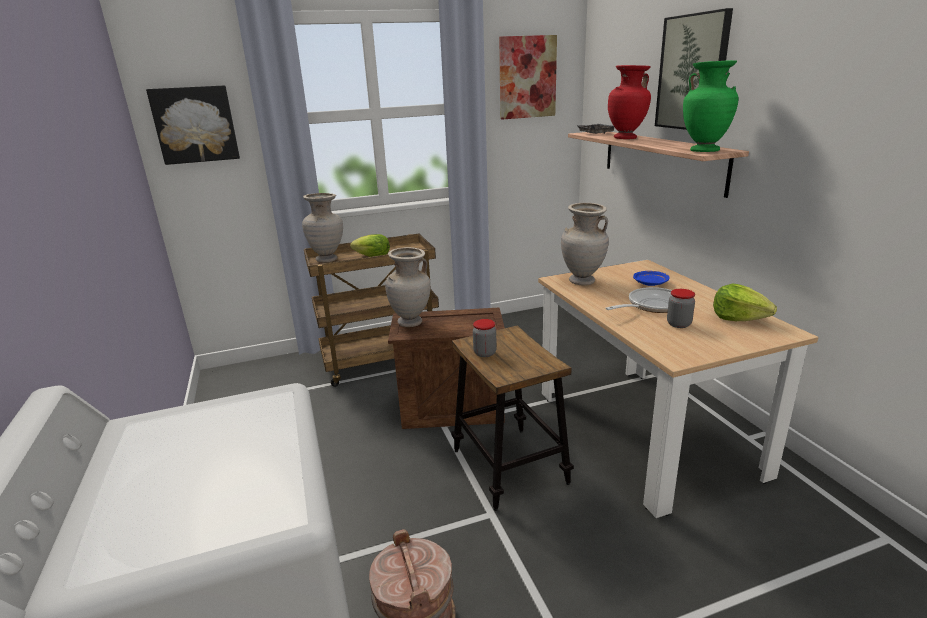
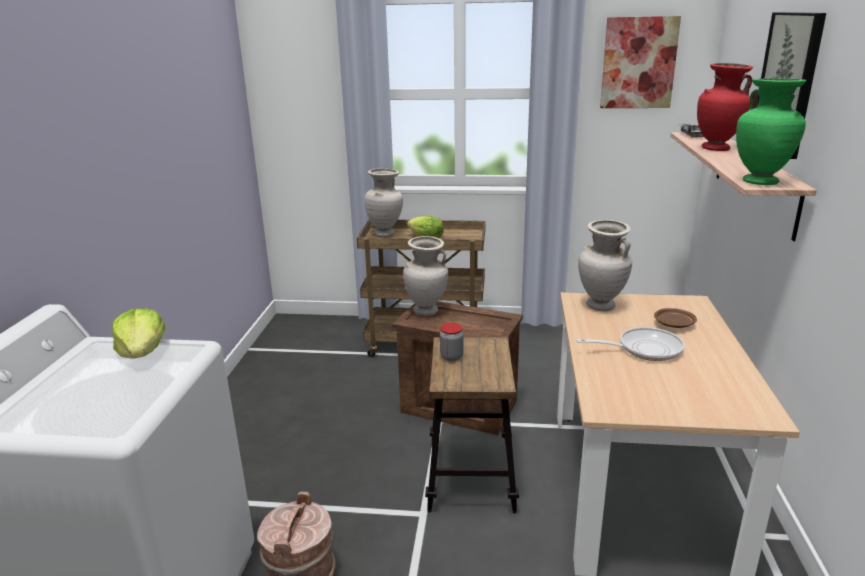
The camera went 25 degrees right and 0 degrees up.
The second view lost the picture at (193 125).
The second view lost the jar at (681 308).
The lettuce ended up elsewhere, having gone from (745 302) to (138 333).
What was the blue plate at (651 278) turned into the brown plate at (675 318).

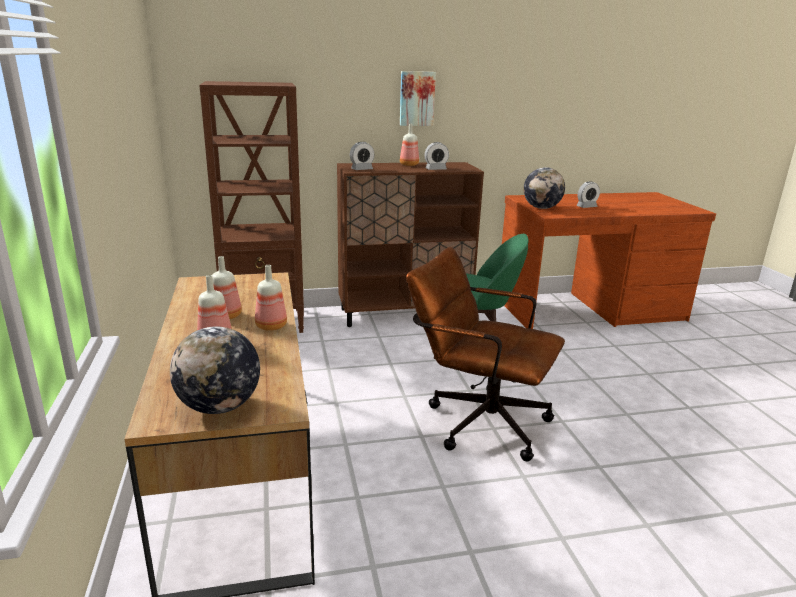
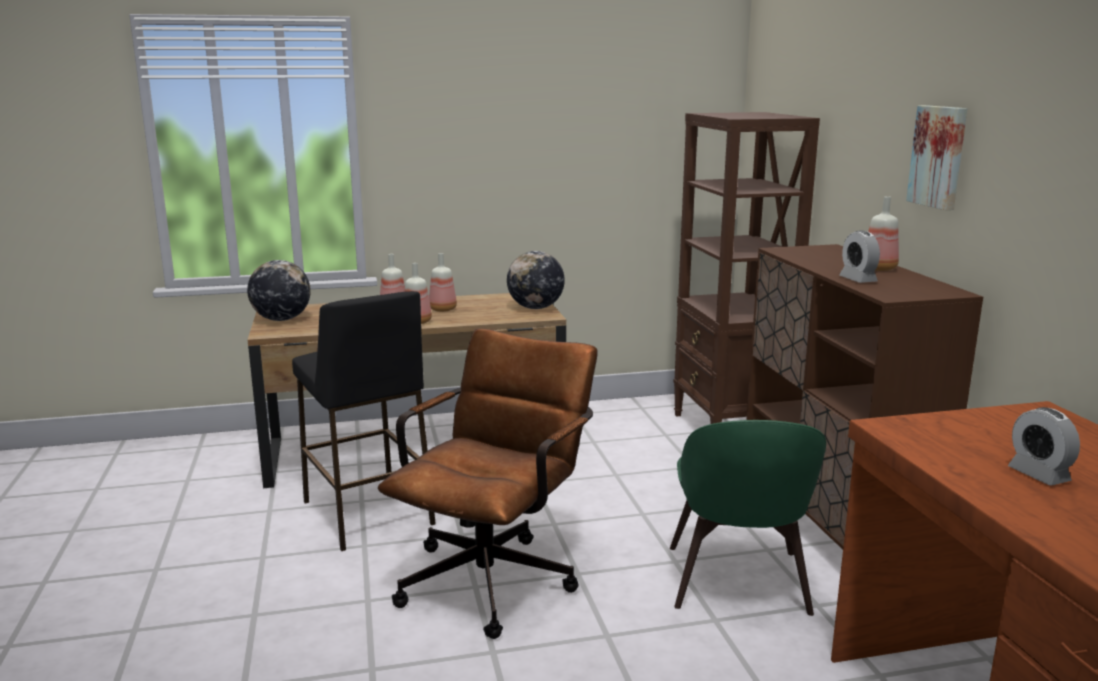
The camera went 90 degrees right and 5 degrees down.
The second view lost the alarm clock at (362 156).
The second view gained the black stool at (364 421).
The globe ended up elsewhere, having gone from (544 188) to (536 280).

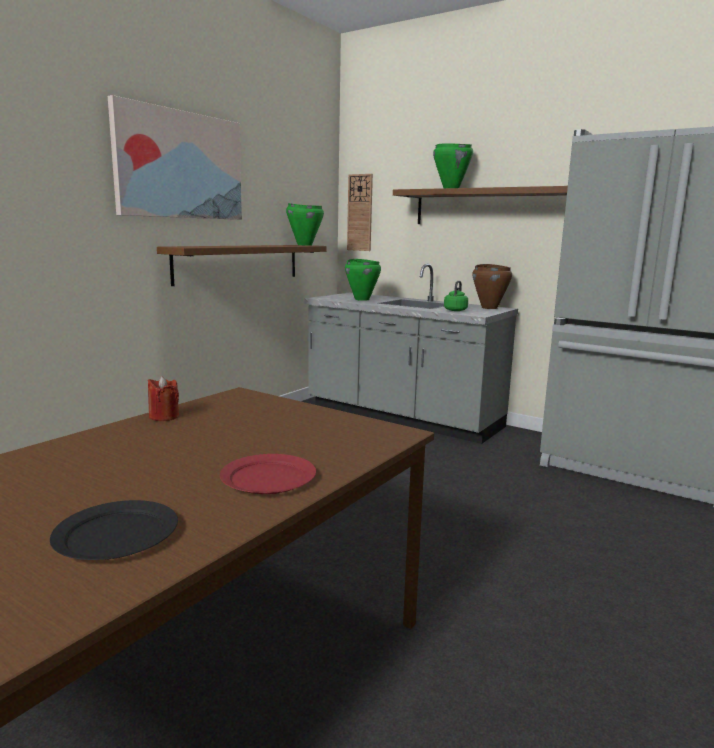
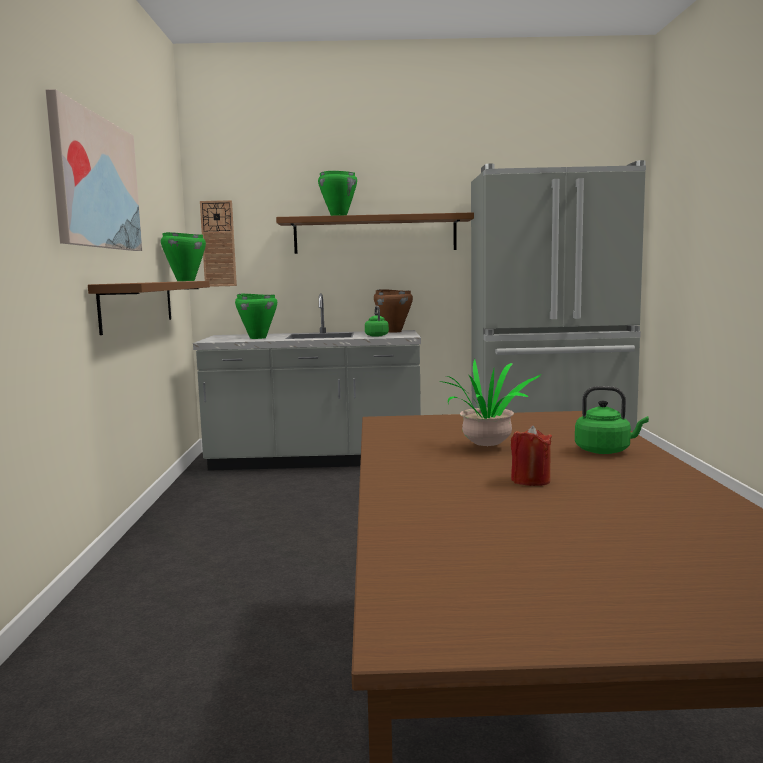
The camera went 35 degrees left and 5 degrees down.
The second view lost the black plate at (114 530).
The second view gained the potted plant at (490 402).
The red candle ended up elsewhere, having gone from (163 398) to (531 455).
Where the red plate stood at (268 474), the green kettle came to stand at (612 420).

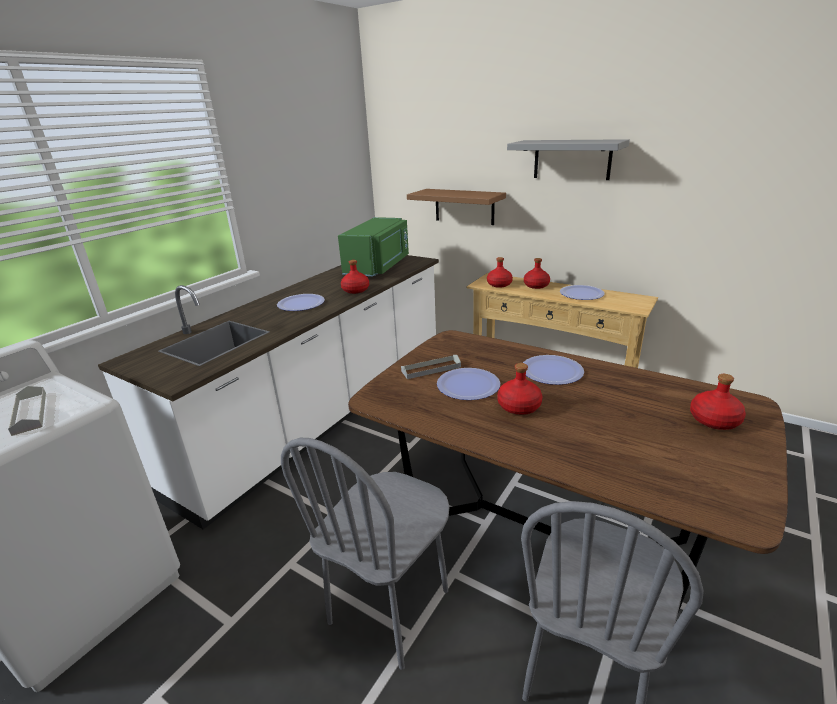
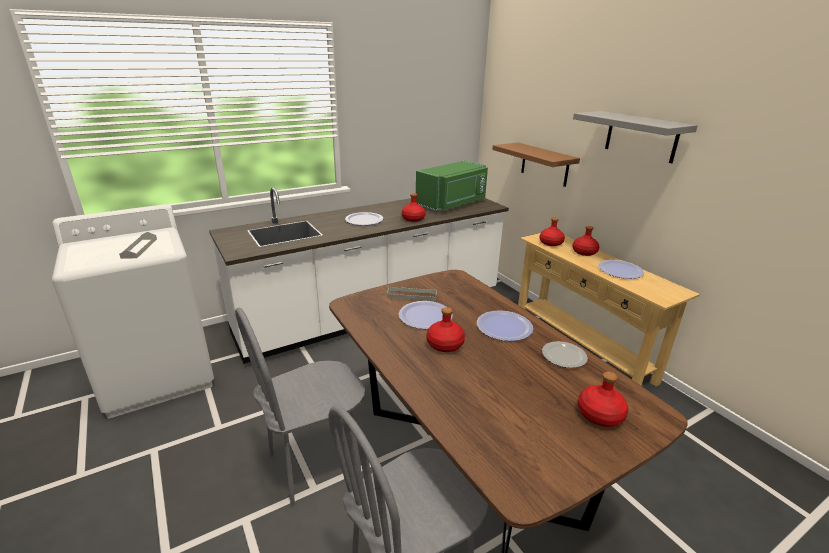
The camera went 25 degrees right and 0 degrees up.
The second view gained the plate at (565 354).

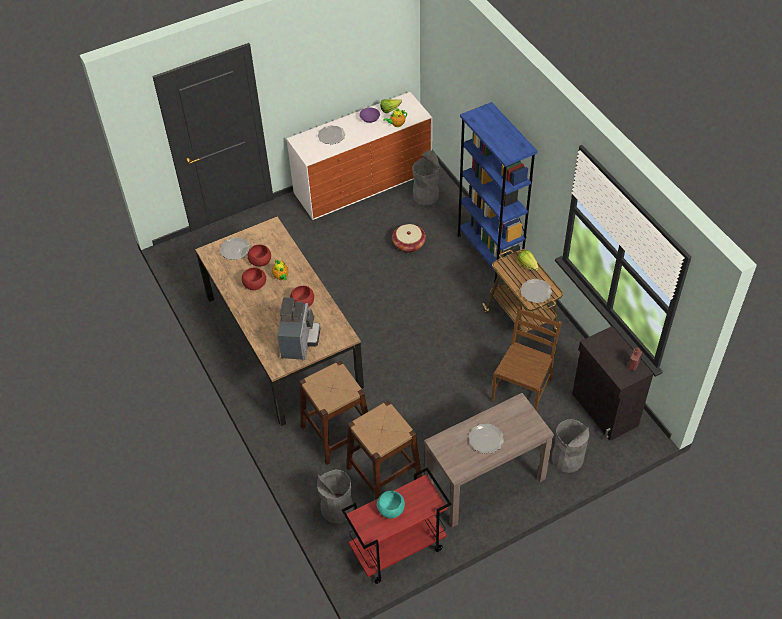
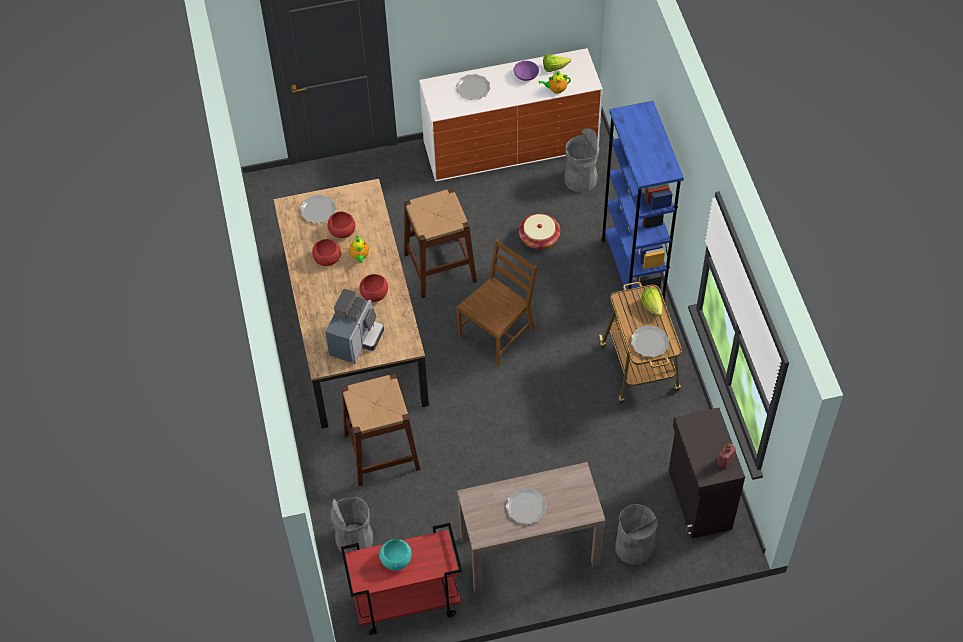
The camera went 15 degrees right and 5 degrees up.
The brown stool ended up elsewhere, having gone from (384 450) to (440 243).
The brown chair ended up elsewhere, having gone from (526 359) to (497 303).

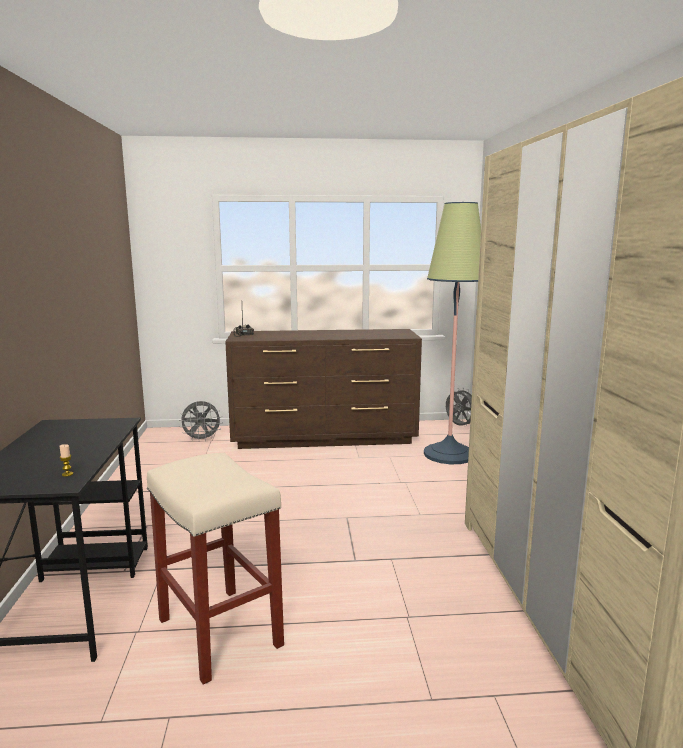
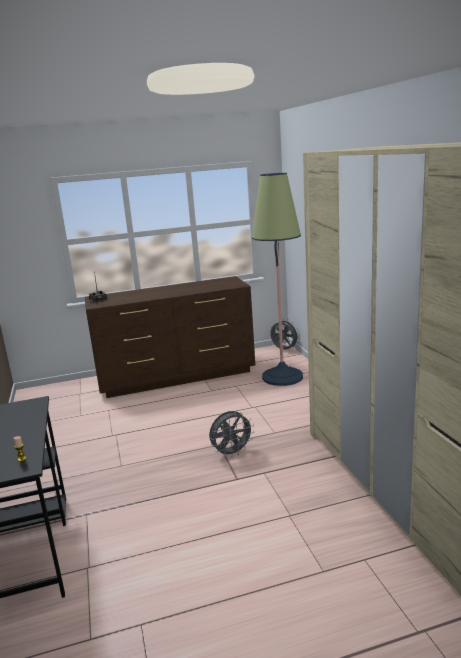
The camera went 10 degrees left and 5 degrees up.
The second view lost the beige stool at (215 569).
The grey fan ended up elsewhere, having gone from (201 421) to (231 434).

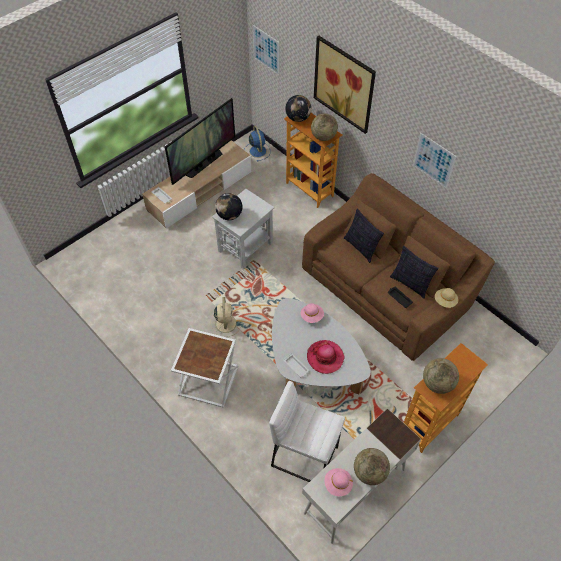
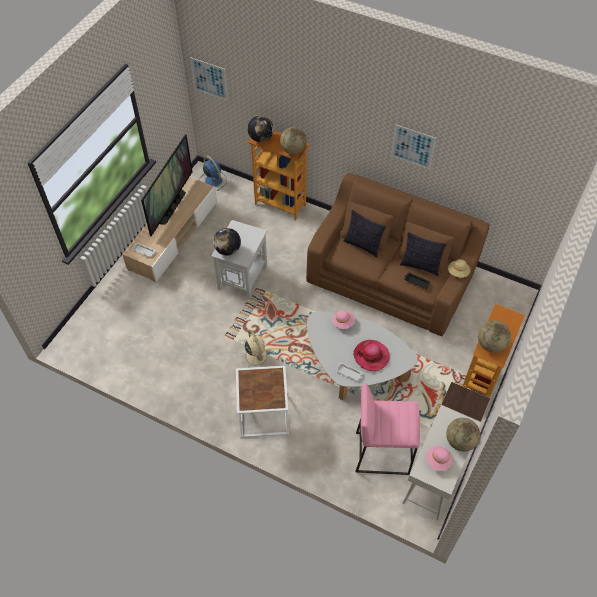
The camera went 20 degrees left and 0 degrees up.
The second view lost the picture at (345 85).
What was the white stool at (307 431) turned into the pink stool at (388 429).

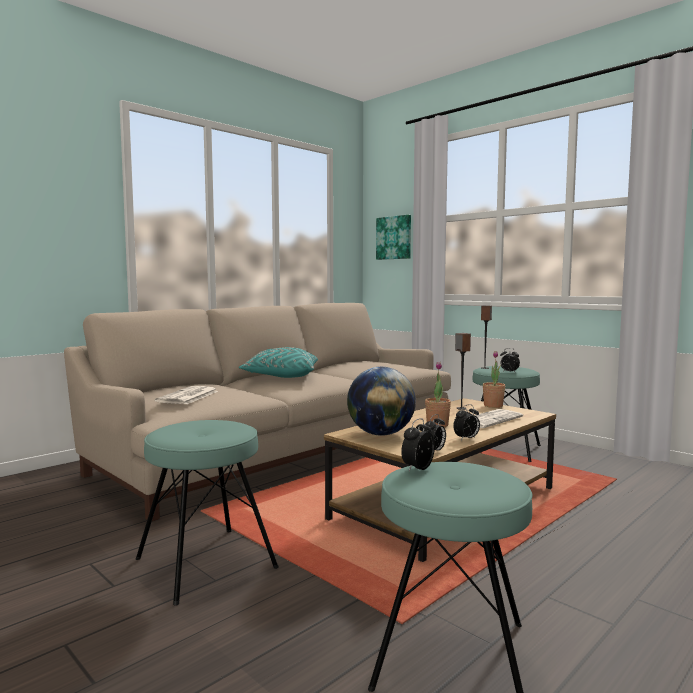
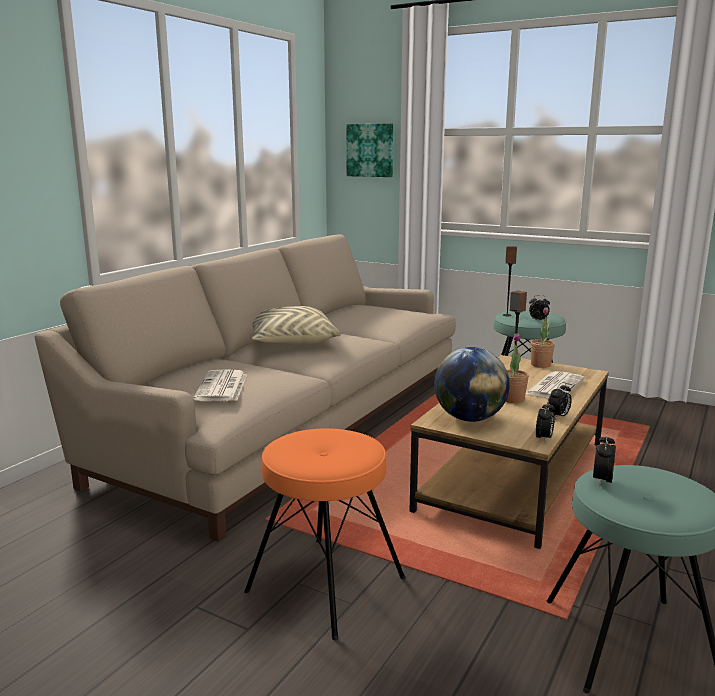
The camera went 15 degrees left and 10 degrees up.
What was the turquoise stool at (207 513) turned into the orange stool at (324 534).
What was the turquoise pillow at (278 362) turned into the beige pillow at (296 325).

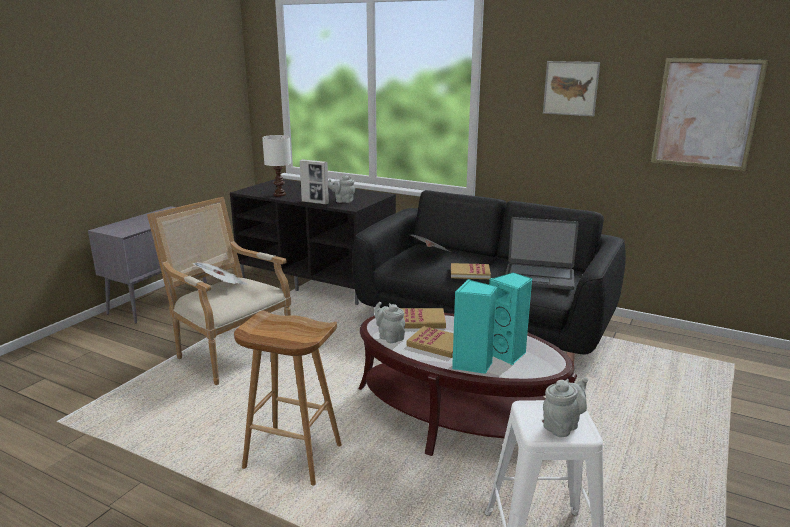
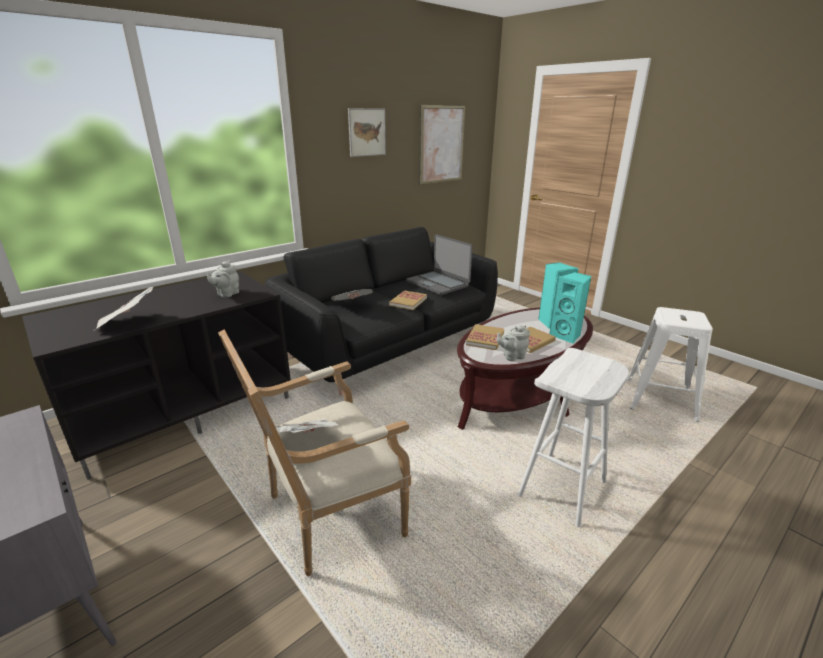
The camera went 70 degrees left and 5 degrees up.
The second view lost the picture frame at (314 181).
The second view lost the grey teapot at (565 407).
Where the white table lamp stood at (276 165), the newspaper came to stand at (124 308).
What was the brown stool at (288 398) turned into the white stool at (573 437).
The laptop at (542 253) ended up facing another way, 105 degrees clockwise from before.

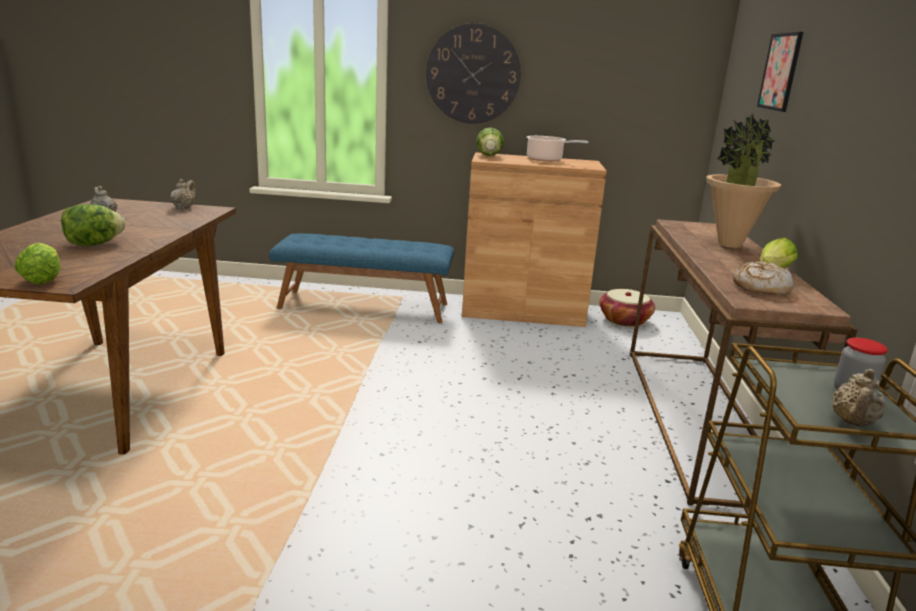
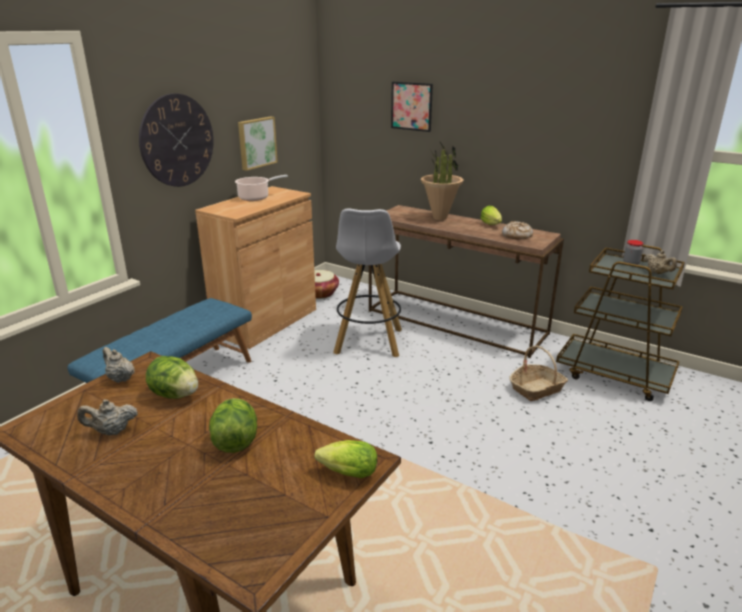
The camera went 60 degrees left and 5 degrees up.
The second view gained the picture at (258 143).
The second view gained the white stool at (367 282).
The second view gained the basket at (539 373).
The lettuce ended up elsewhere, having gone from (490 142) to (172 377).

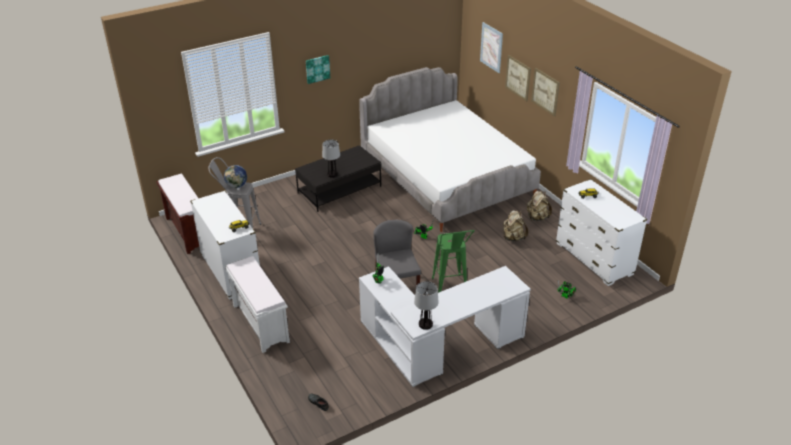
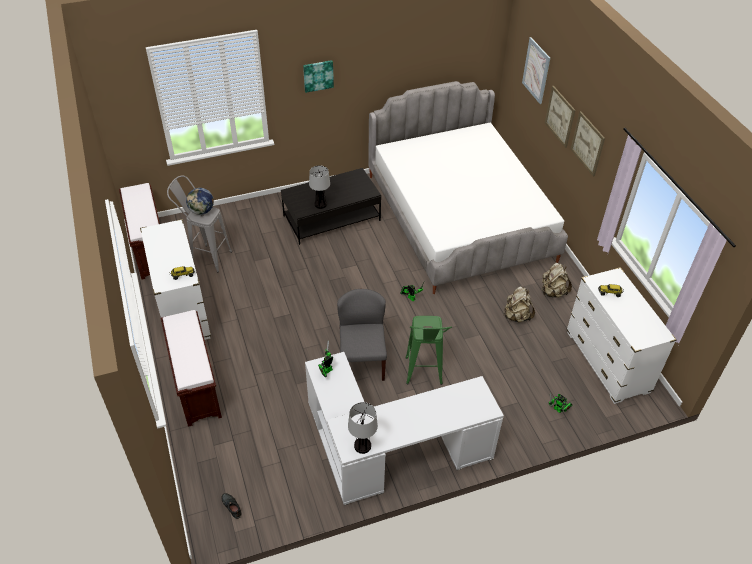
The camera went 10 degrees right and 10 degrees up.
What was the white bench at (257 304) turned into the brown bench at (191 368).

